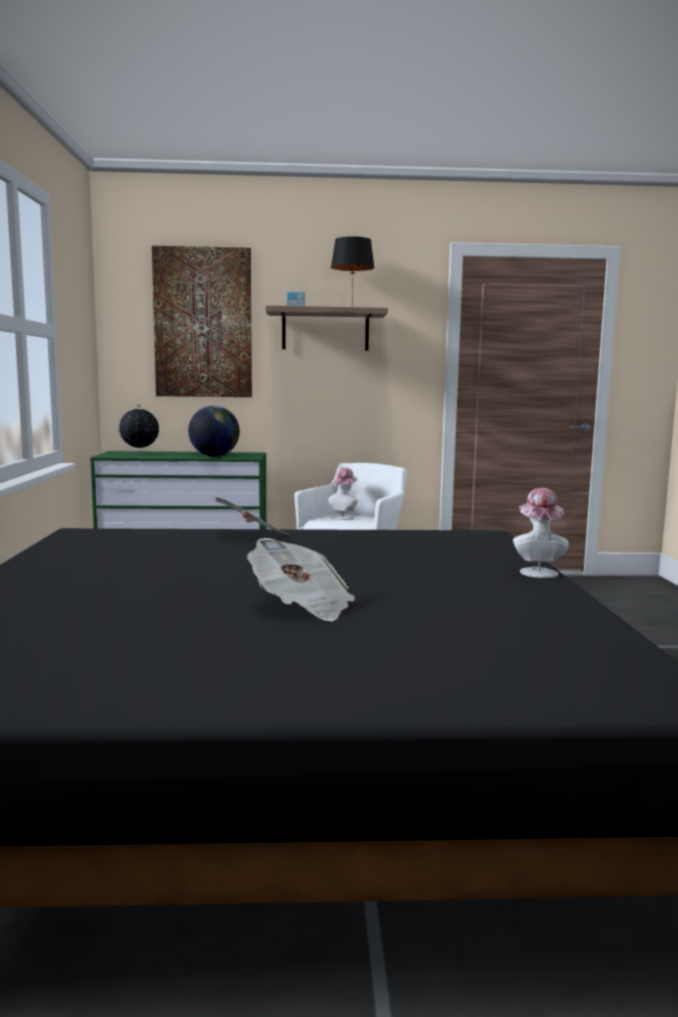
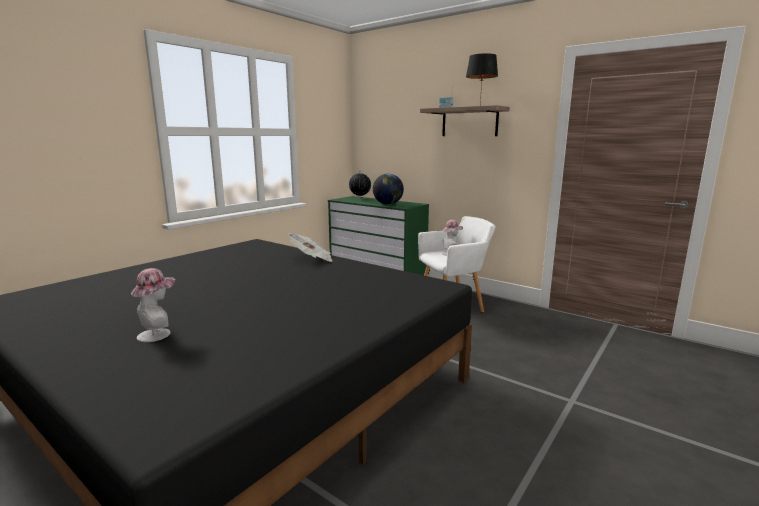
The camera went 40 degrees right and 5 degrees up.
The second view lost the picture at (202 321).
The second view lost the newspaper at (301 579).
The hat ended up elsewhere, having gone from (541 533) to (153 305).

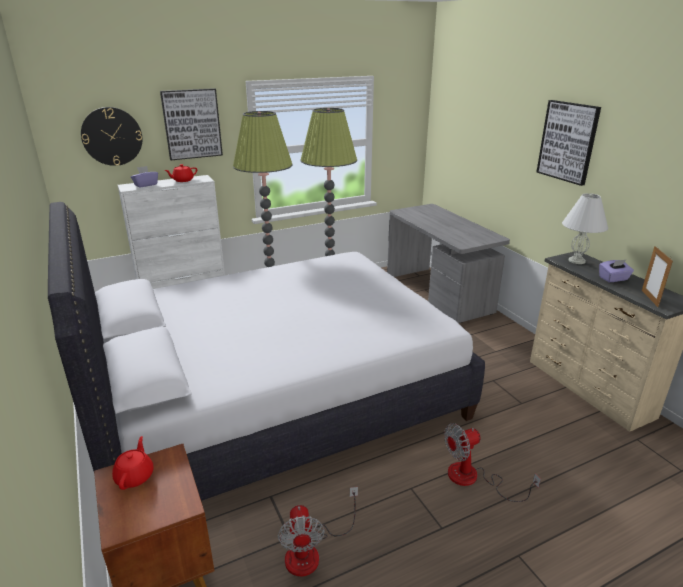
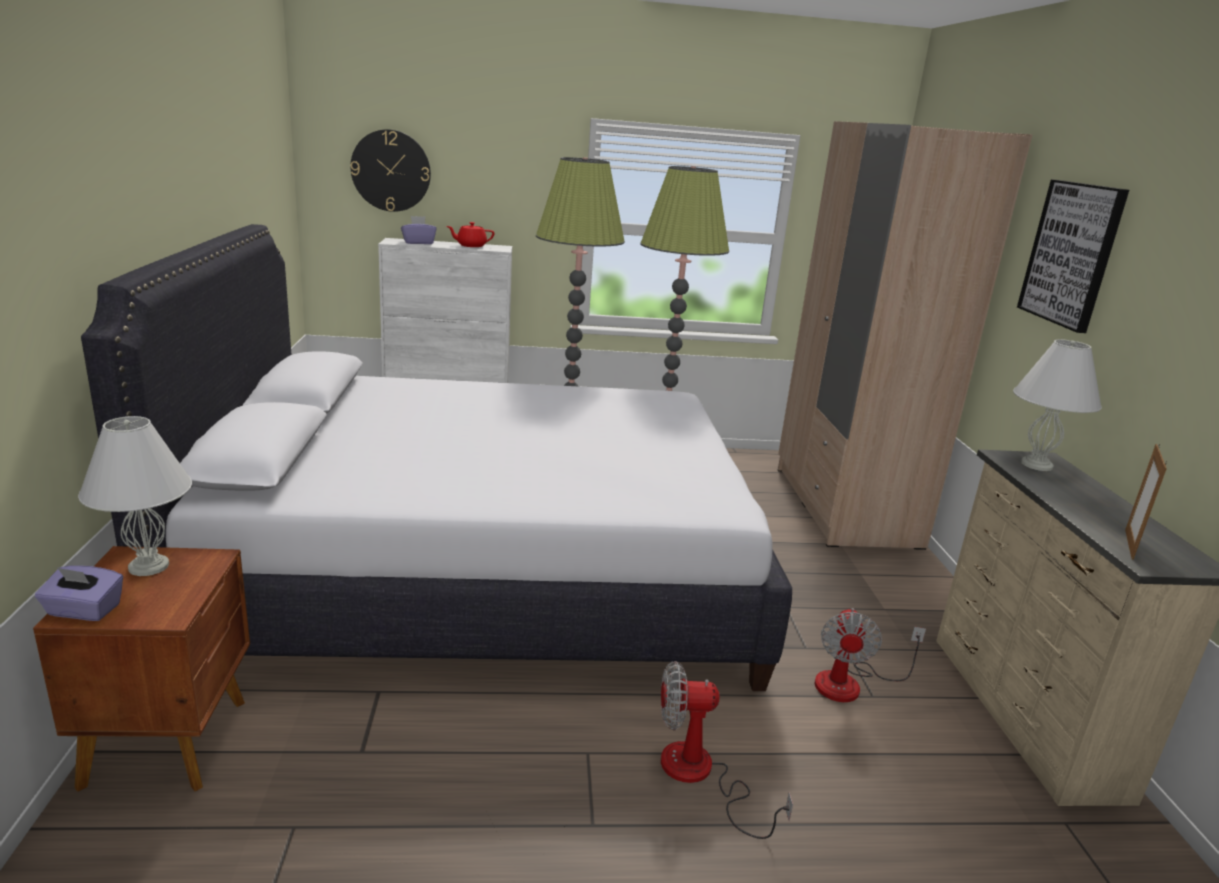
The camera went 20 degrees right and 5 degrees down.
The second view lost the picture at (191 124).
The fan ended up elsewhere, having gone from (318 532) to (870 655).
The purple tissue box ended up elsewhere, having gone from (616 271) to (79 593).
Where the red teapot stood at (133 463), the white table lamp came to stand at (135 496).
Where the grey desk stood at (448 263), the beige wardrobe came to stand at (905 335).

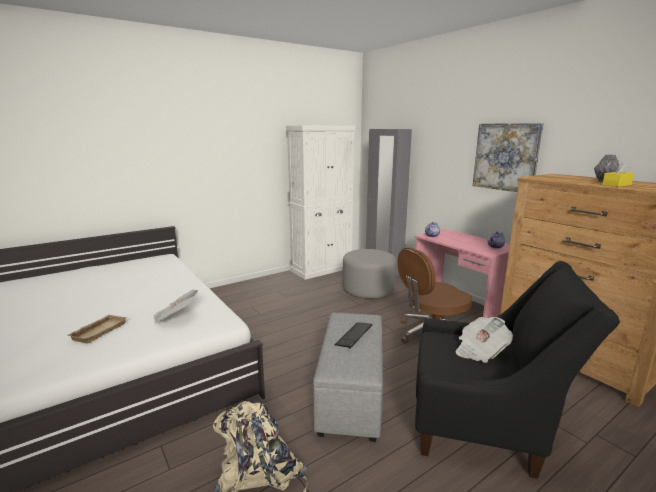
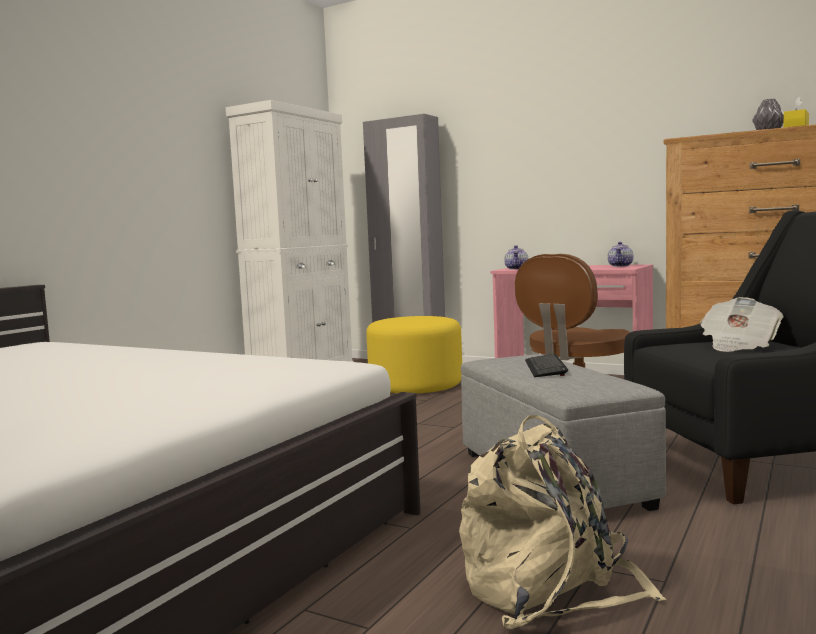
The camera went 25 degrees left and 10 degrees down.
The second view lost the beige tray at (97 329).
The second view lost the newspaper at (176 306).
The second view lost the picture at (508 157).
What was the grey ottoman at (369 274) turned into the yellow ottoman at (414 355).

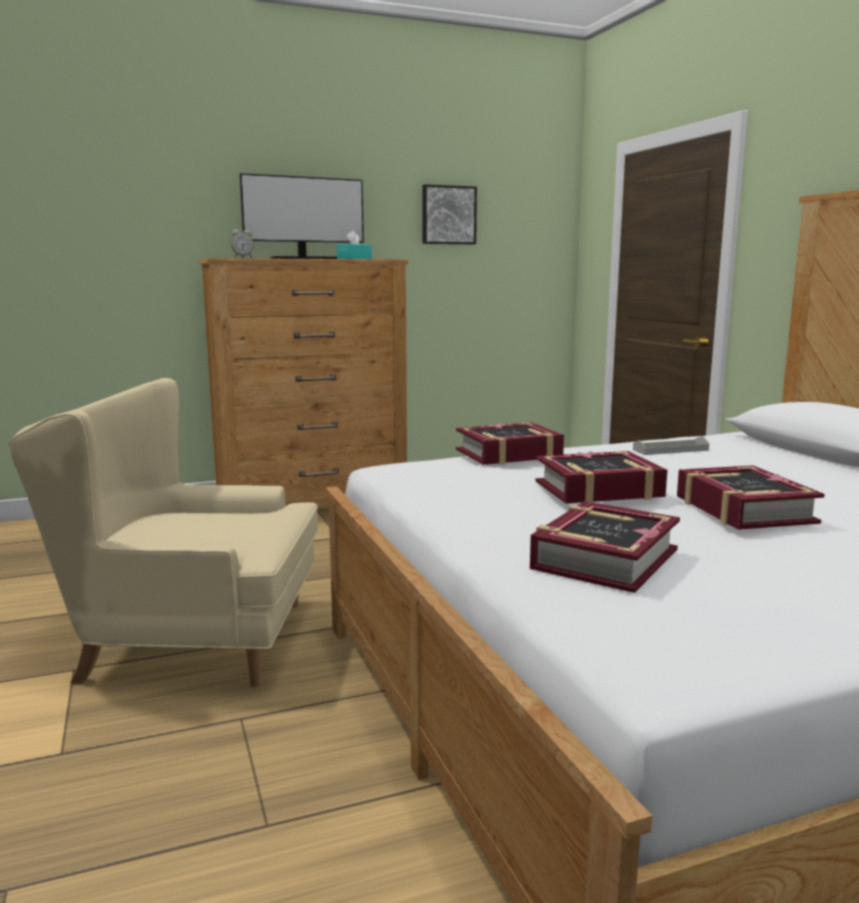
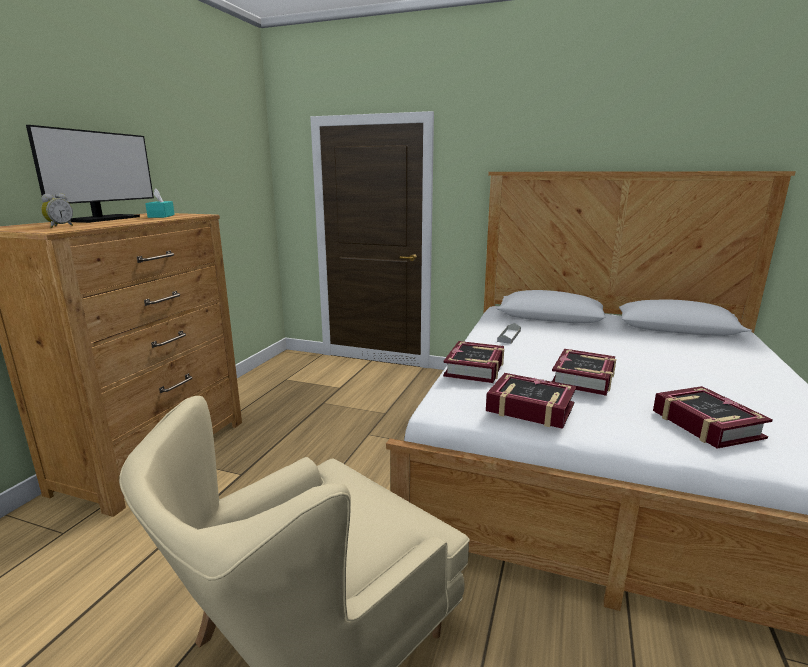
The camera went 50 degrees left and 5 degrees up.
The second view lost the picture at (449 214).
The book ended up elsewhere, having gone from (751 497) to (531 401).

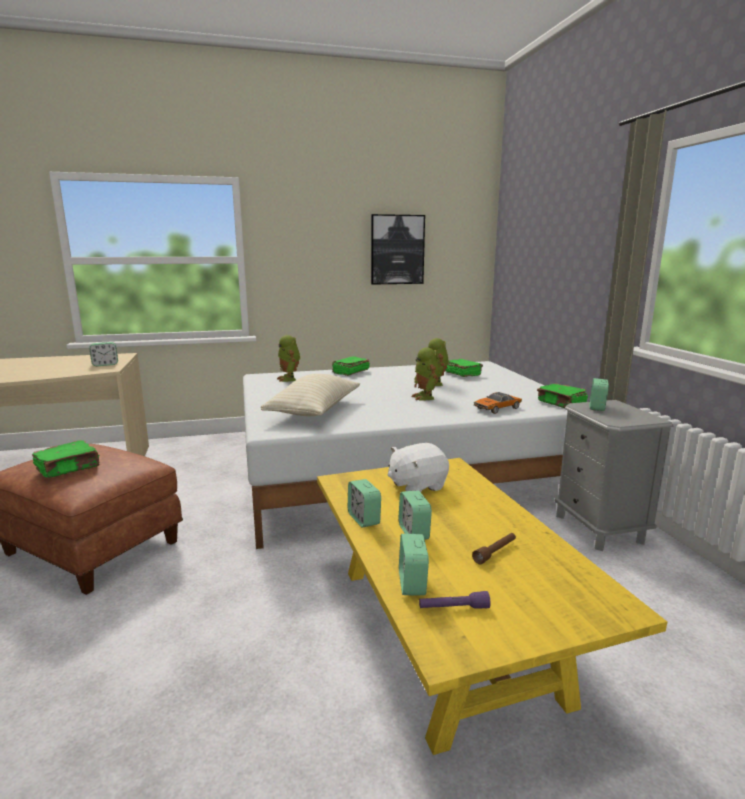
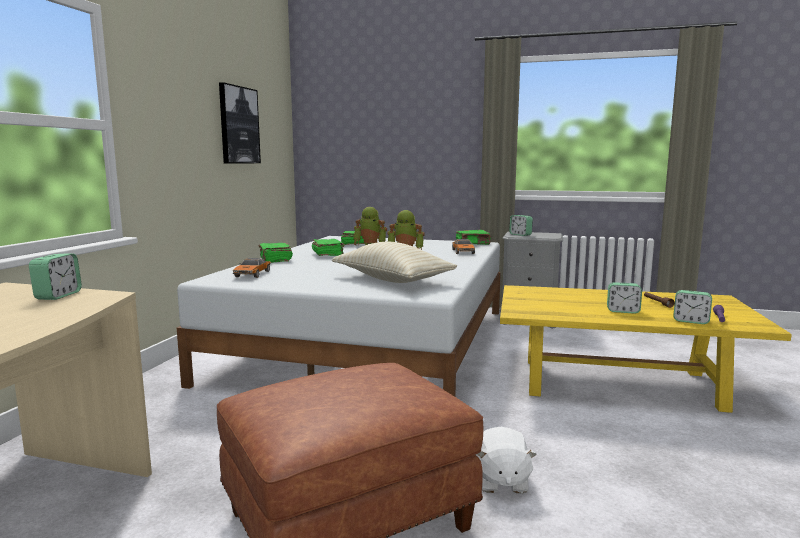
The camera went 60 degrees left and 5 degrees down.
The second view lost the alarm clock at (364 503).
The green book ended up elsewhere, having gone from (66 459) to (328 247).
The white plush toy ended up elsewhere, having gone from (418 467) to (506 460).
Where the toy robot stood at (288 358), the toy car came to stand at (252 268).

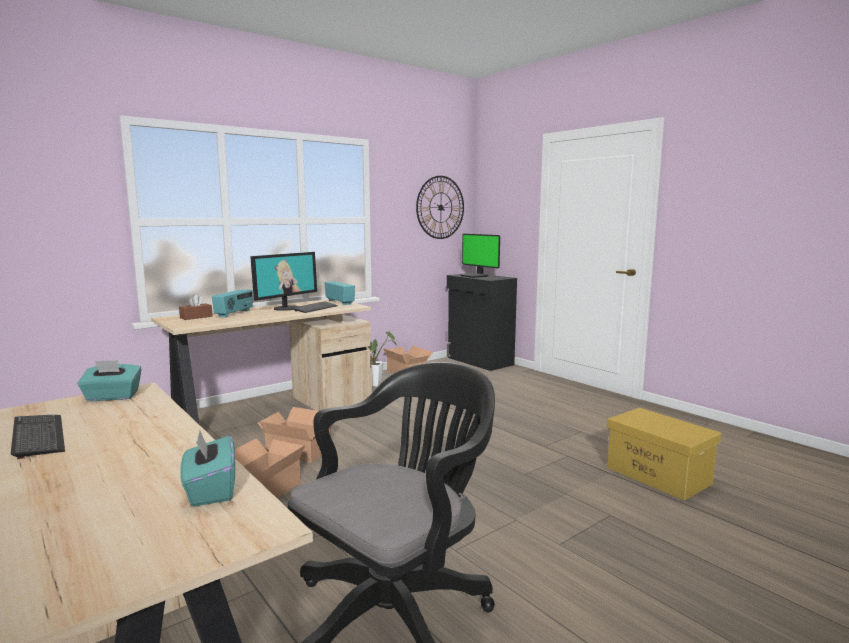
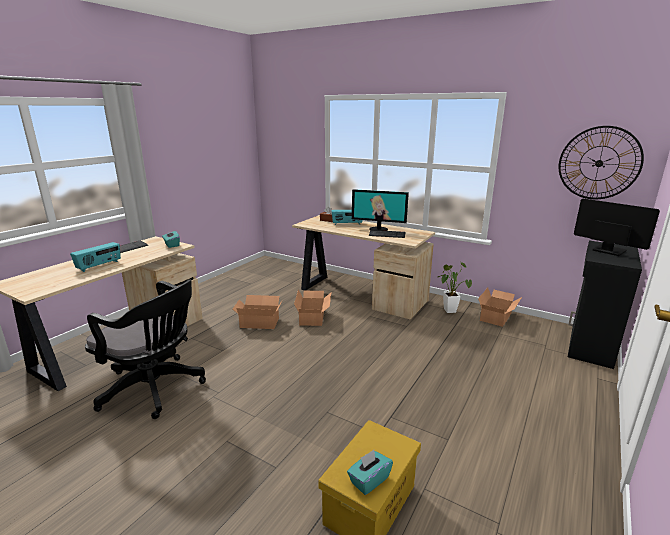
The camera went 70 degrees right and 10 degrees up.
The turquoise tissue box ended up elsewhere, having gone from (207 468) to (370 472).
The radio ended up elsewhere, having gone from (340 293) to (95 257).
The monitor at (480 256) ended up facing another way, 105 degrees clockwise from before.

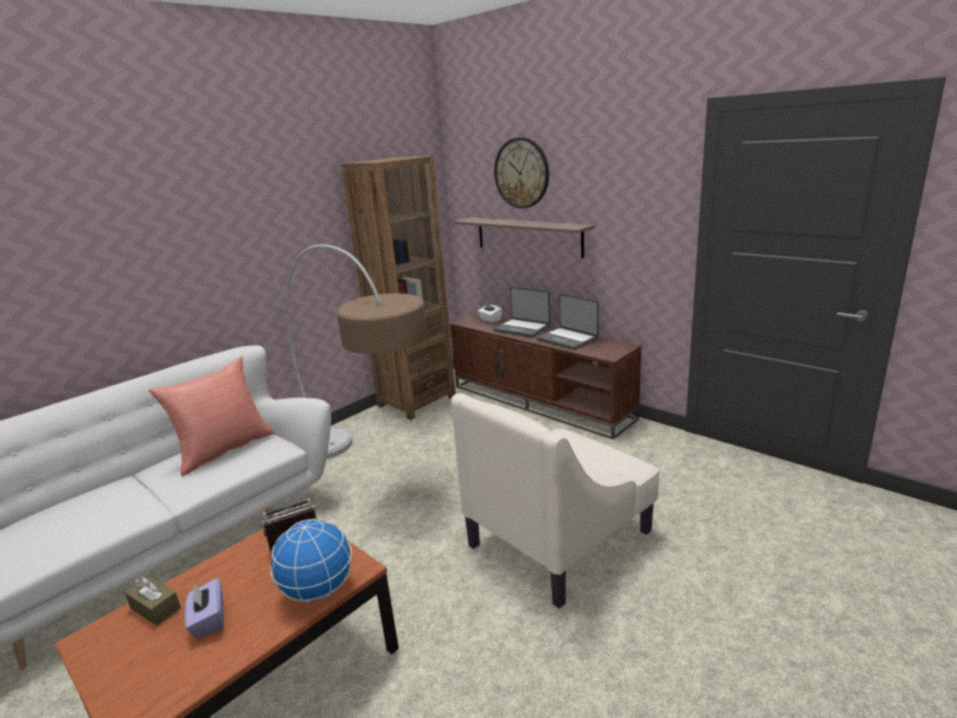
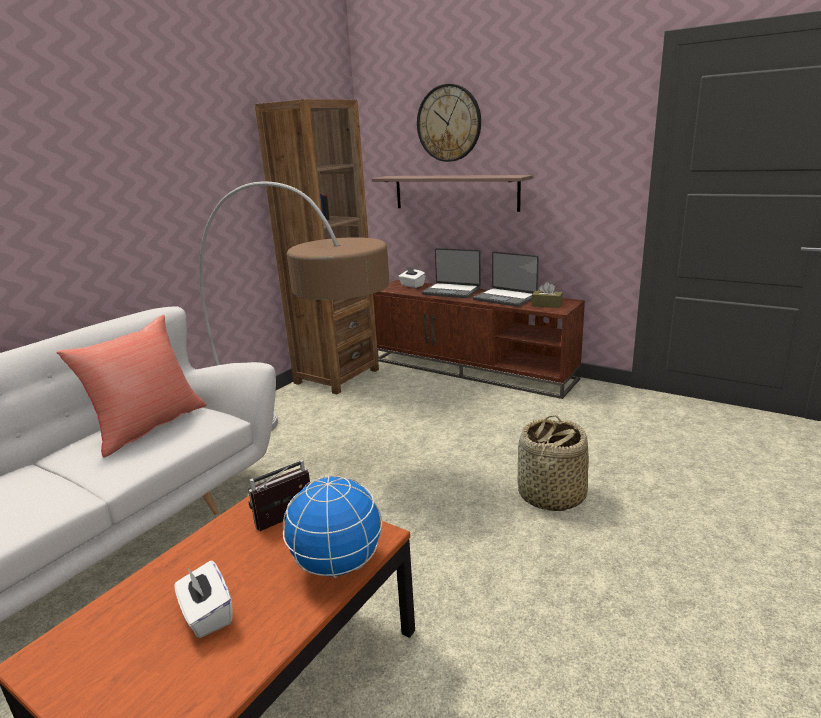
The camera went 10 degrees left and 0 degrees up.
The brown tissue box ended up elsewhere, having gone from (153 601) to (547 295).
Where the beige armchair stood at (555 501), the basket came to stand at (553 462).
What was the purple tissue box at (204 608) turned into the white tissue box at (203 599).

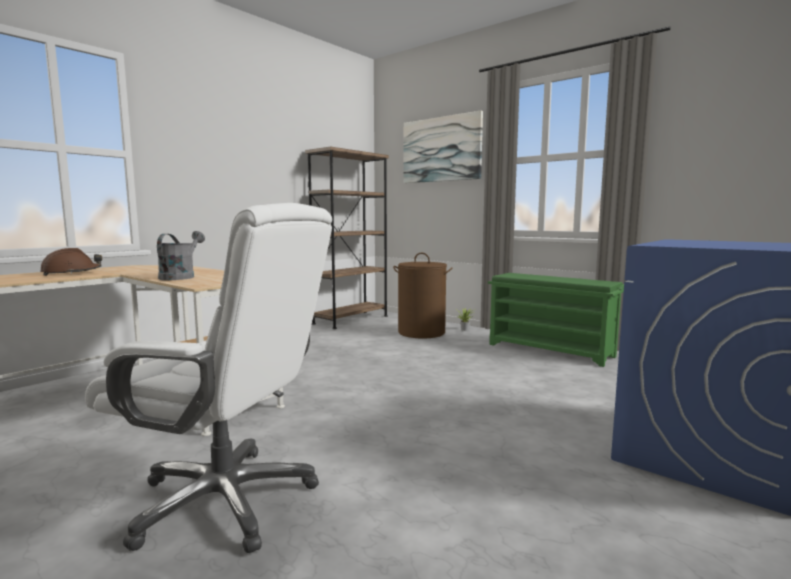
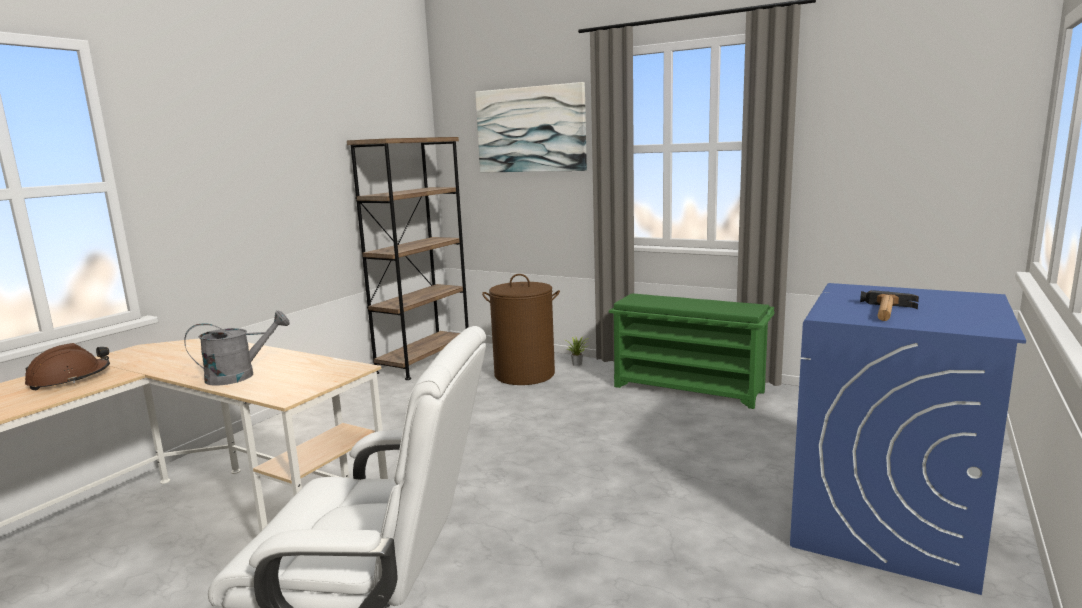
The camera went 10 degrees left and 5 degrees up.
The second view gained the hammer at (889 305).
The grey watering can at (181 255) ended up facing another way, 60 degrees clockwise from before.

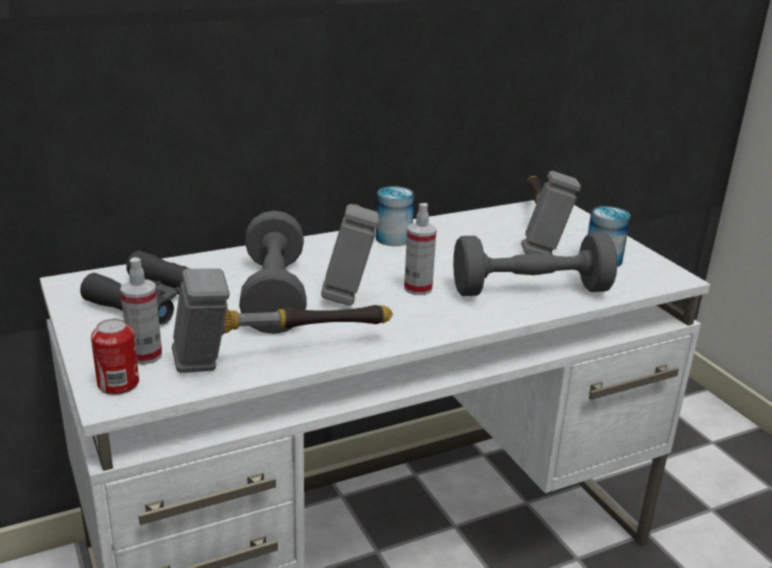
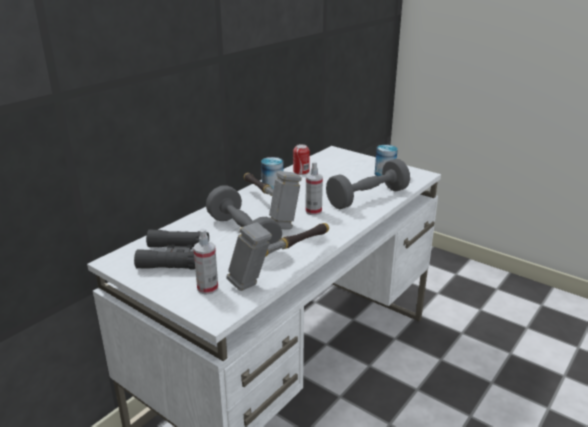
The camera went 25 degrees left and 0 degrees up.
The second view lost the hammer at (551 212).
The can ended up elsewhere, having gone from (115 357) to (301 159).

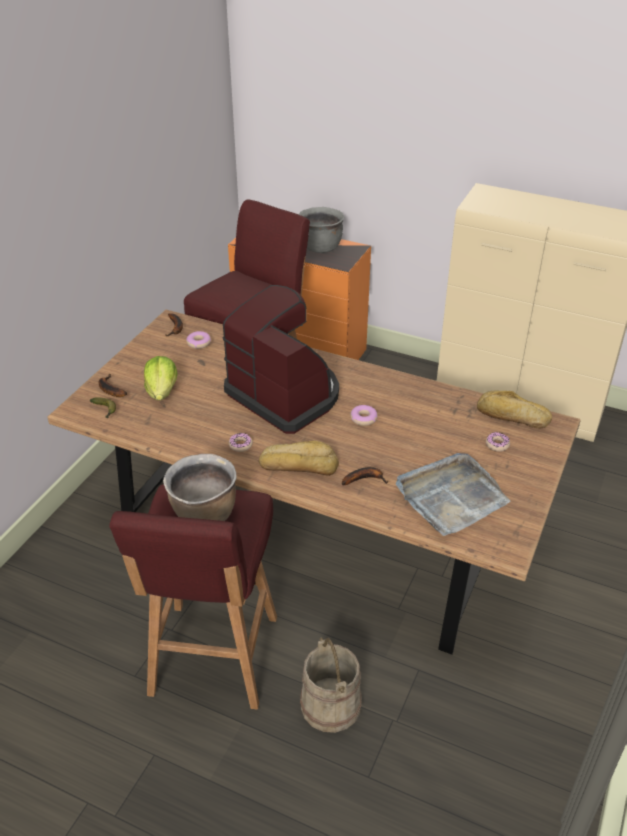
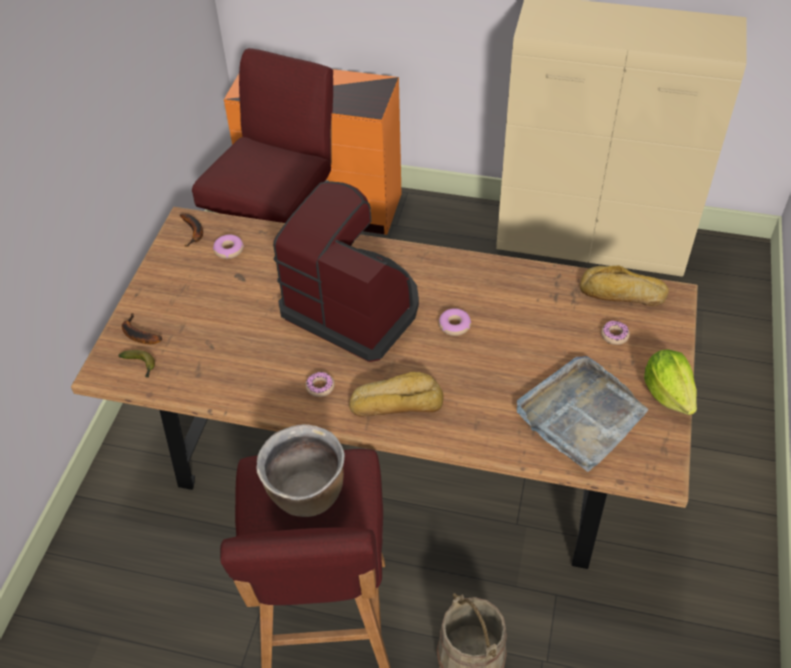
The camera went 10 degrees left and 10 degrees up.
The second view lost the grey cooking pot at (321 230).
The second view lost the banana at (365 476).
The lettuce ended up elsewhere, having gone from (160 378) to (670 382).

